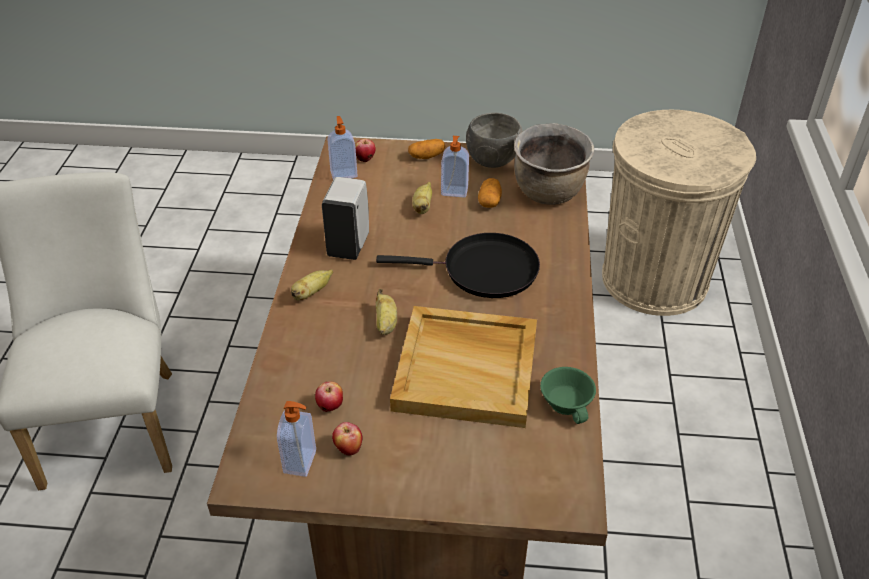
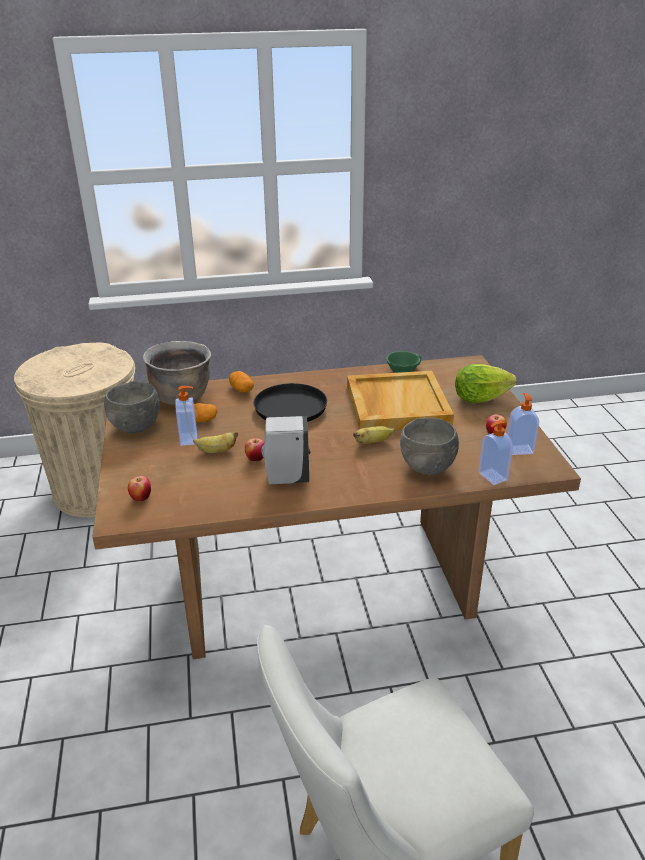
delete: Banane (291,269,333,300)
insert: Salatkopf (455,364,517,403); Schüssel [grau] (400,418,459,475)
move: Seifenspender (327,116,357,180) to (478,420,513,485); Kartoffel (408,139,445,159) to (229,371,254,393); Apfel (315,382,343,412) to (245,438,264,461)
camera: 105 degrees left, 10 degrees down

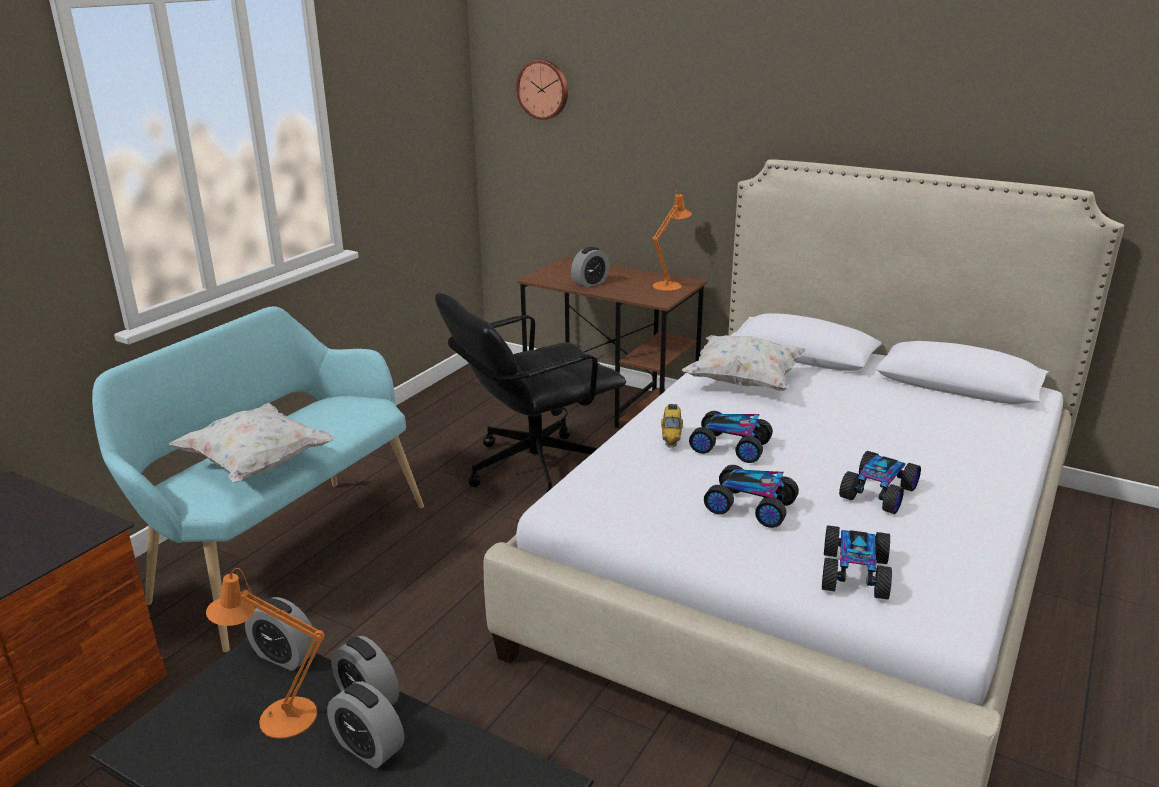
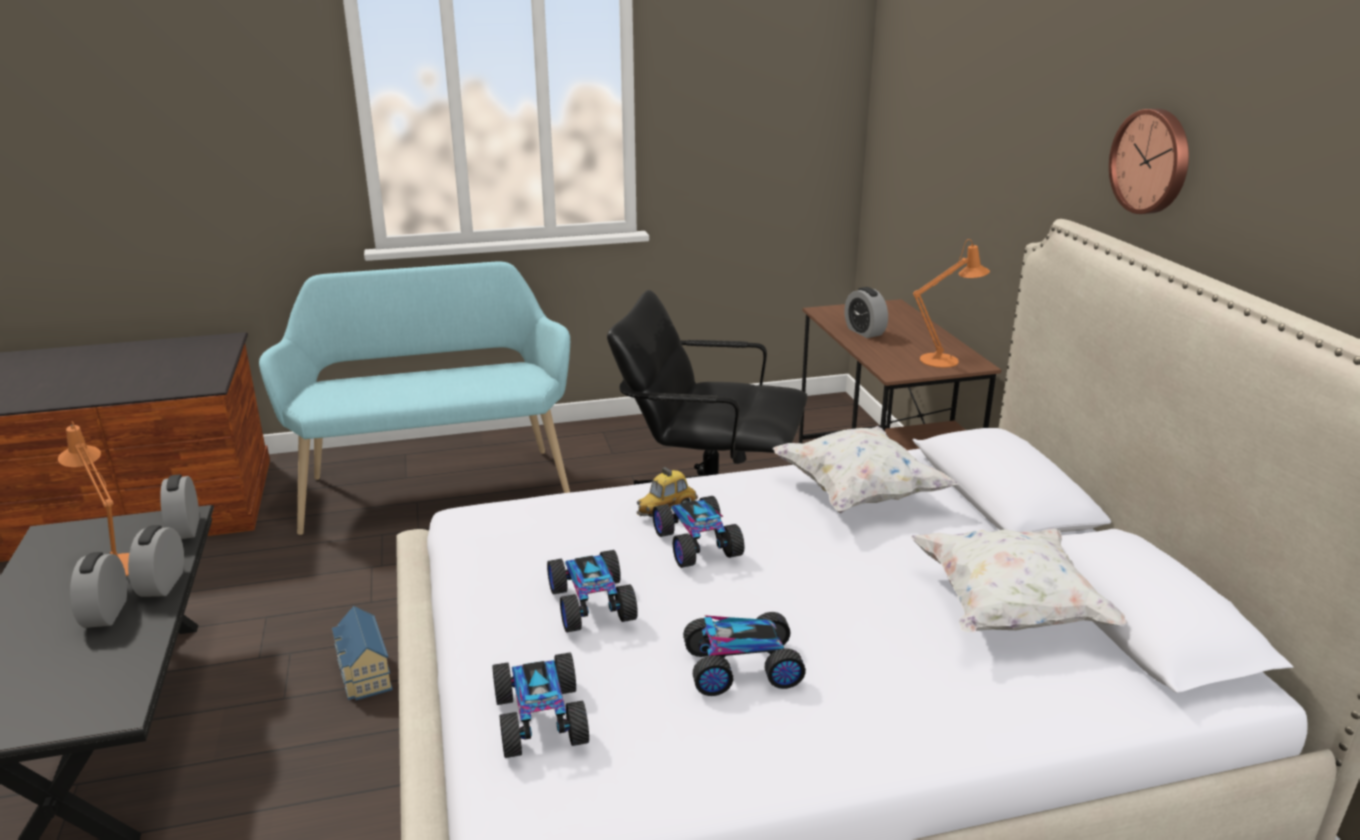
insert: Spielzeughaus (331,606,393,700)
move: Wanduhr (516,60,568,120) to (1109,109,1189,214); Kissen [weiß] (168,403,334,482) to (911,528,1127,633)
rotate: Wecker (571,247,609,288) = (844,287,888,338) 60 degrees clockwise; Spielzeugauto (822,525,892,600) = (492,653,589,758) 75 degrees counterclockwise
camera: 45 degrees right, 0 degrees up

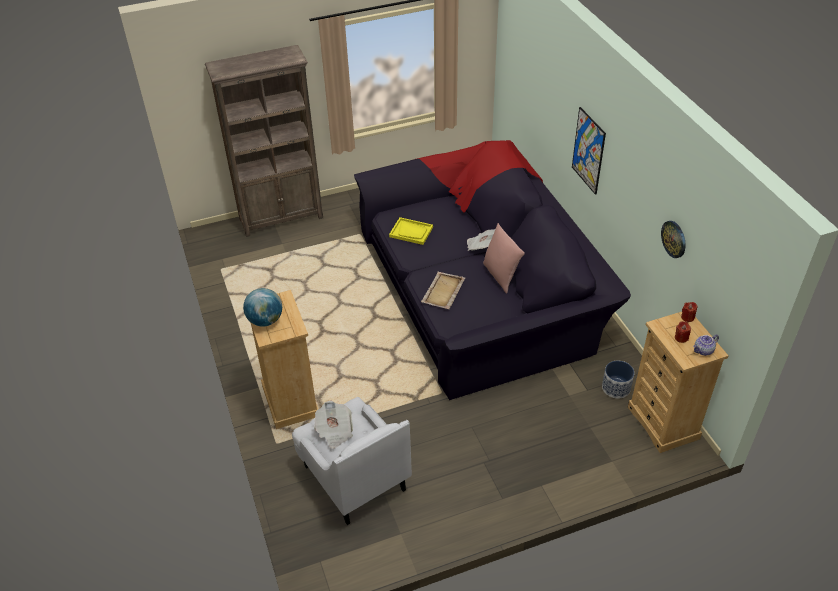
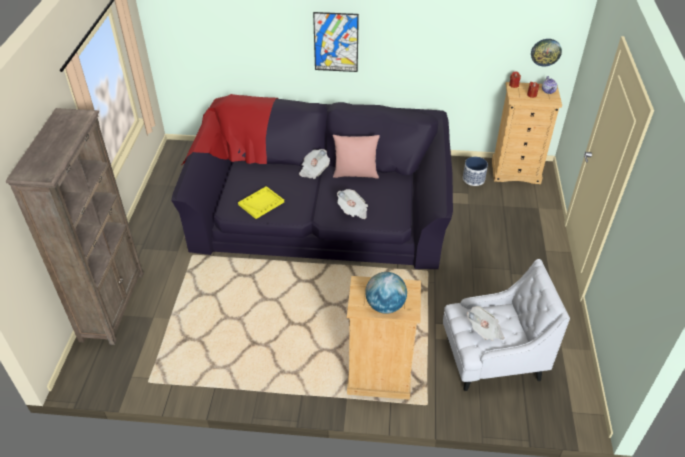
move: Wanduhr (661,221,685,258) to (531,39,562,66)
replace: Tablett [beige] (421,271,465,309) to Zeitung (337,189,368,219)
camera: 65 degrees left, 0 degrees up

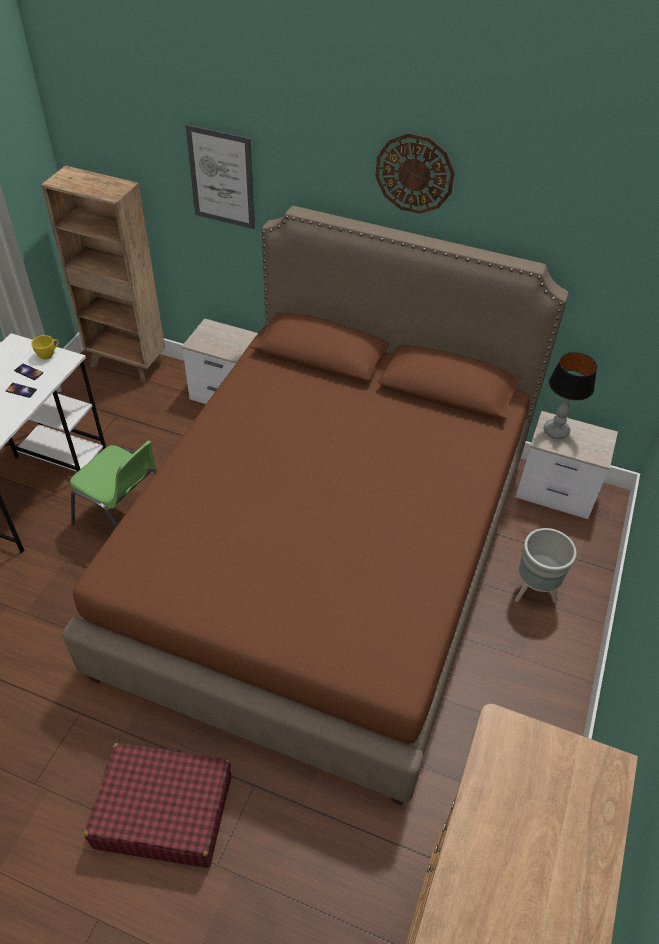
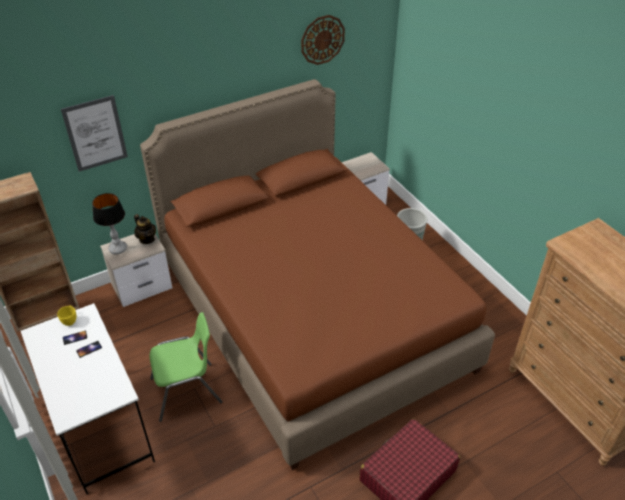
insert: Teekanne (134,214,156,244)
move: Wanduhr (375,133,455,214) to (301,15,345,65); Tischlampe (544,352,597,439) to (92,193,127,254)
camera: 50 degrees left, 5 degrees down

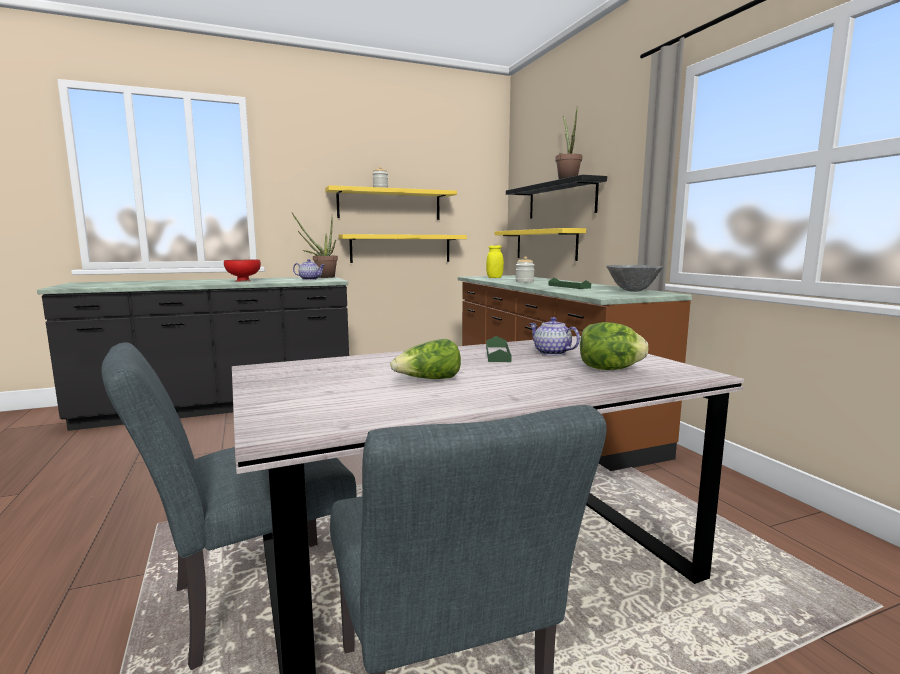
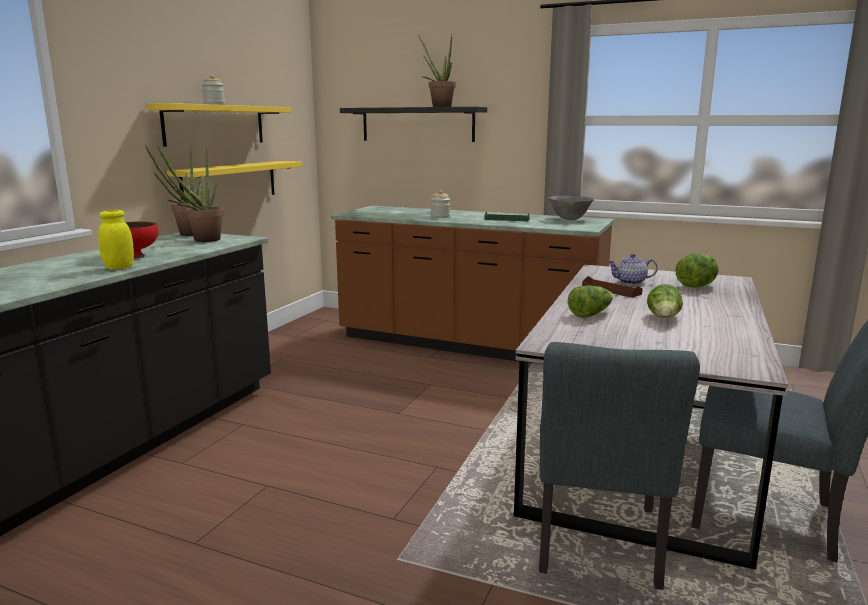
delete: Wandregal [gelb] (494,228,586,261)
insert: Salatkopf (568,285,613,318)
move: Vorratsglas [gelb] (486,245,504,278) to (98,210,134,270)
replace: Teekanne (293,259,325,280) to Topfpflanze (157,146,224,242)
recolor: Tablett [grün] (486,336,511,362) to Tablett [braun] (582,276,642,298)
camera: 45 degrees left, 5 degrees up

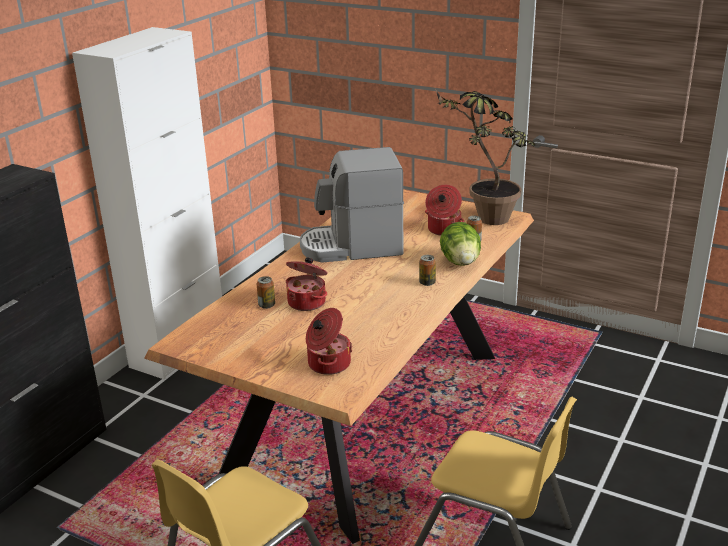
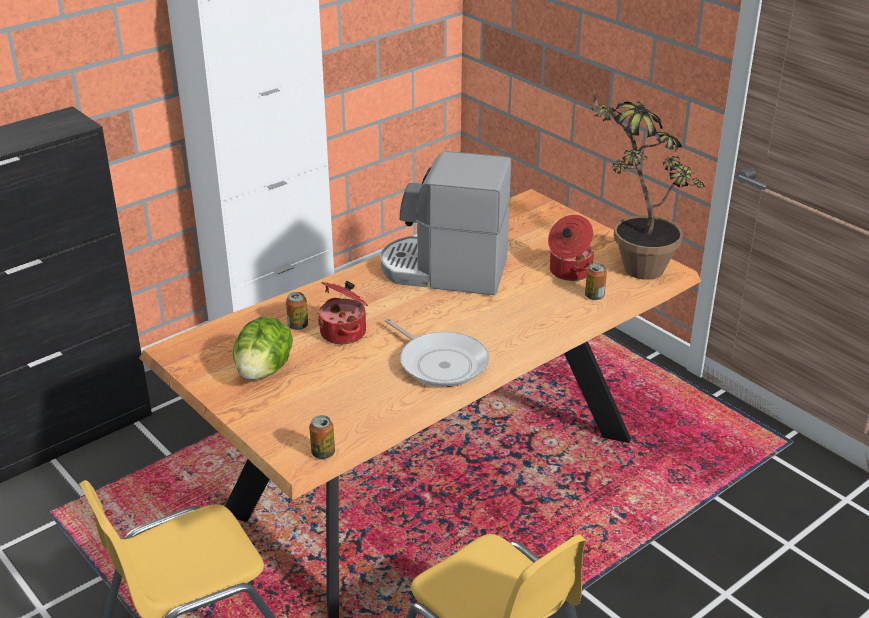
delete: Kochtopf (306,308,352,375)
insert: Pfanne (384,318,489,387)
move: Salatkopf (440,222,481,266) to (233,317,293,380); Dose (419,255,436,286) to (309,415,335,459)
camera: 20 degrees right, 5 degrees up

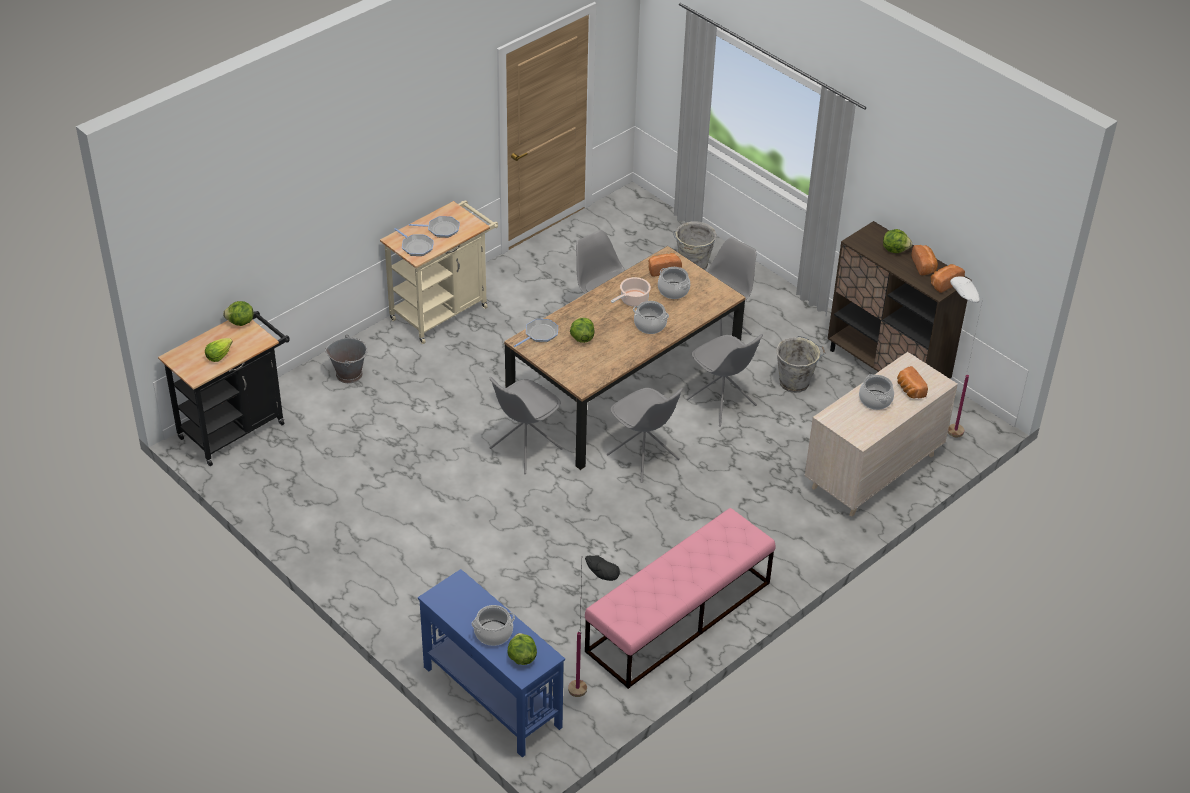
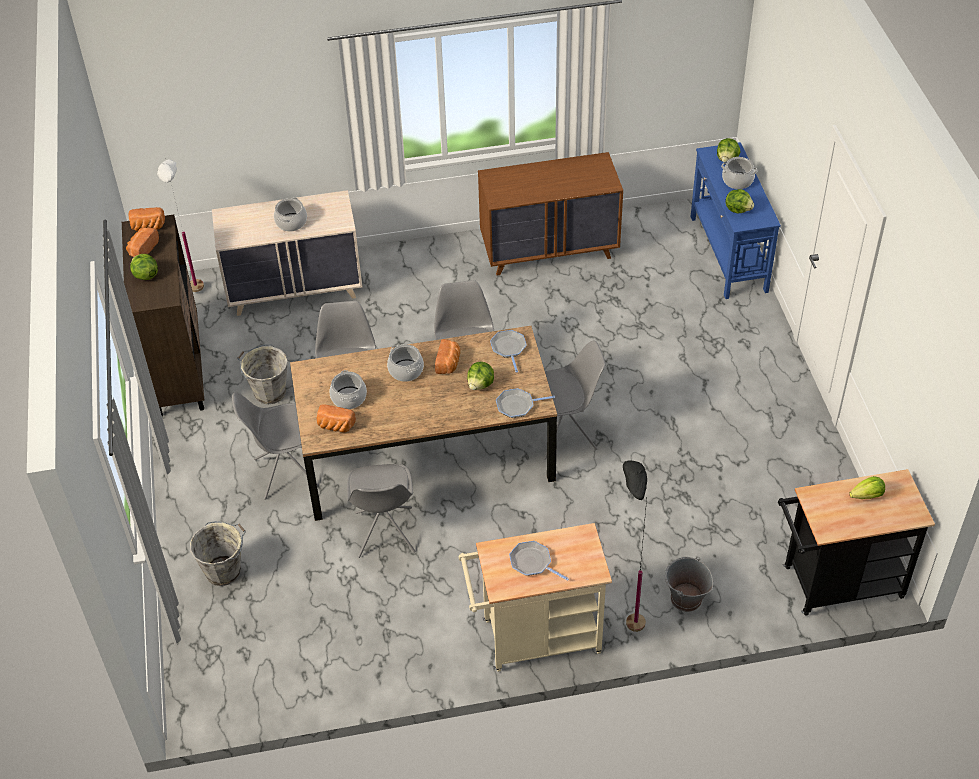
delete: Kochtopf (611,277,651,307)
move: Pfanne (394,228,434,256) to (490,330,527,373); Salatkopf (223,301,253,326) to (726,189,754,213); Brot (897,366,928,399) to (435,339,460,374); Stehlampe [schwarz] (568,556,620,697) to (623,460,647,632)
replace: Bank [rosa] (585,508,775,689) to Kommode [braun] (478,152,623,275)
camera: 145 degrees left, 5 degrees up

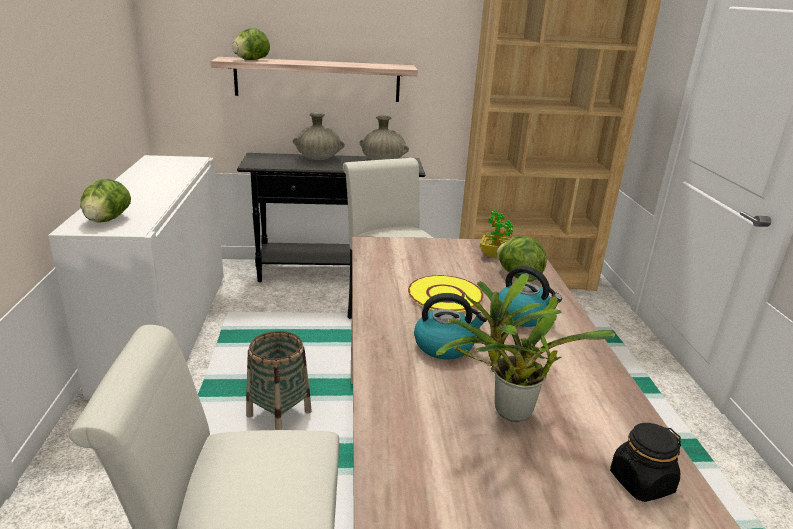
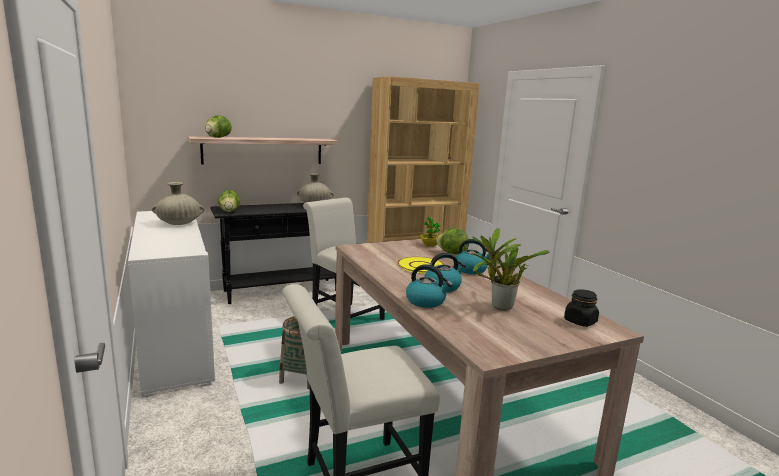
insert: Wasserkessel (406,264,453,308)
move: Vase [beige] (293,112,345,160) to (152,182,205,225); Salatkopf (80,179,131,223) to (218,190,240,212)
camera: 20 degrees left, 10 degrees down

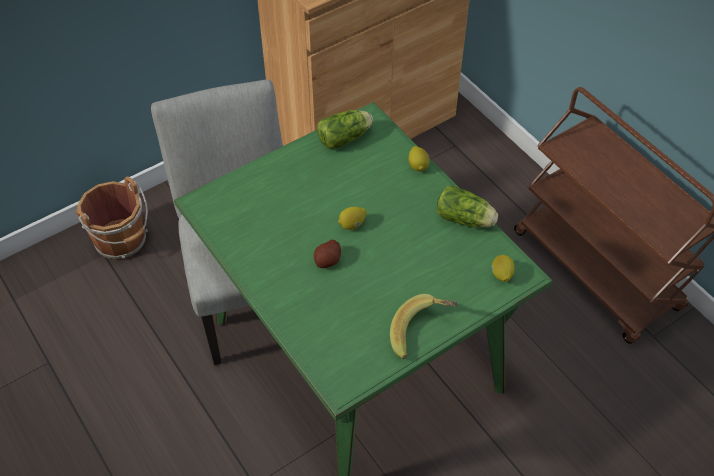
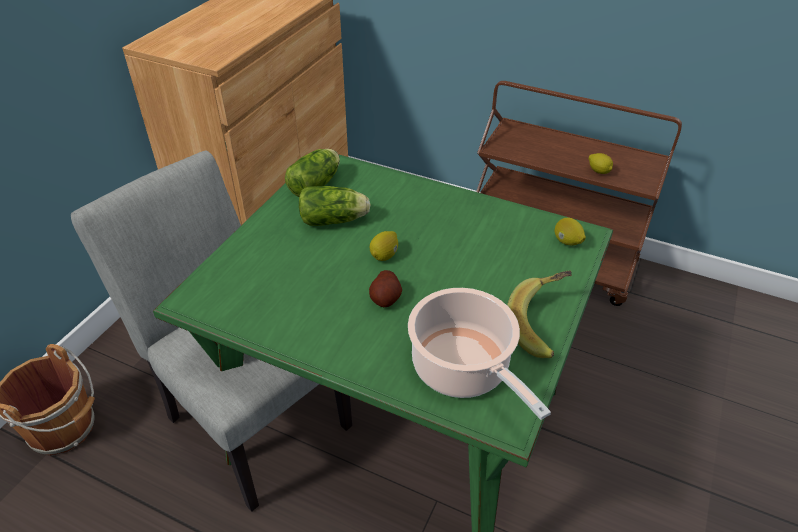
insert: Kochtopf (408,288,551,420)
move: Zitrone (408,146,429,171) to (589,153,613,174); Salatkopf (437,186,498,228) to (299,186,371,226)
camera: 30 degrees left, 10 degrees down

